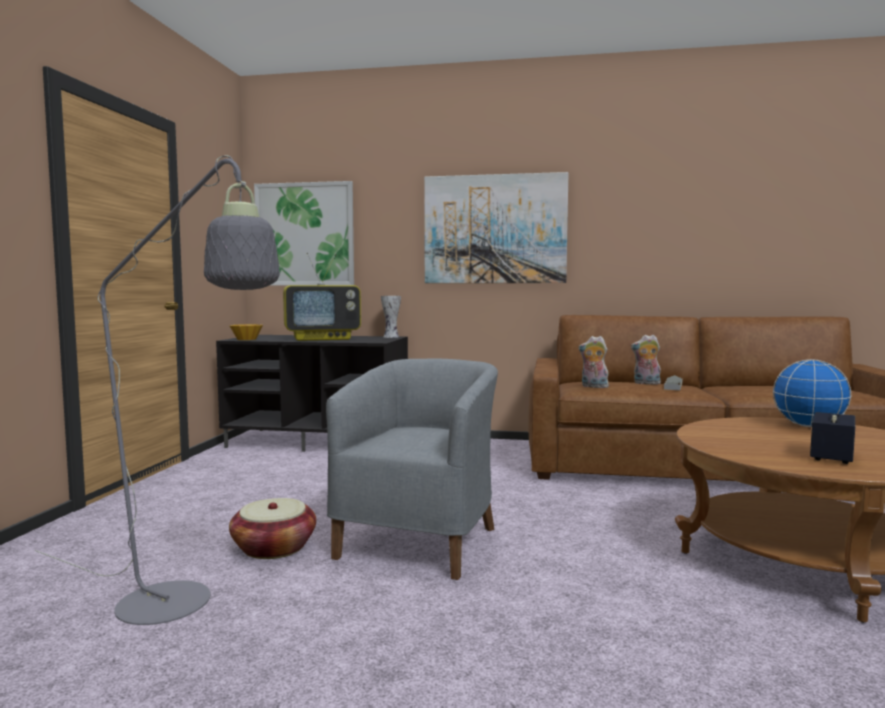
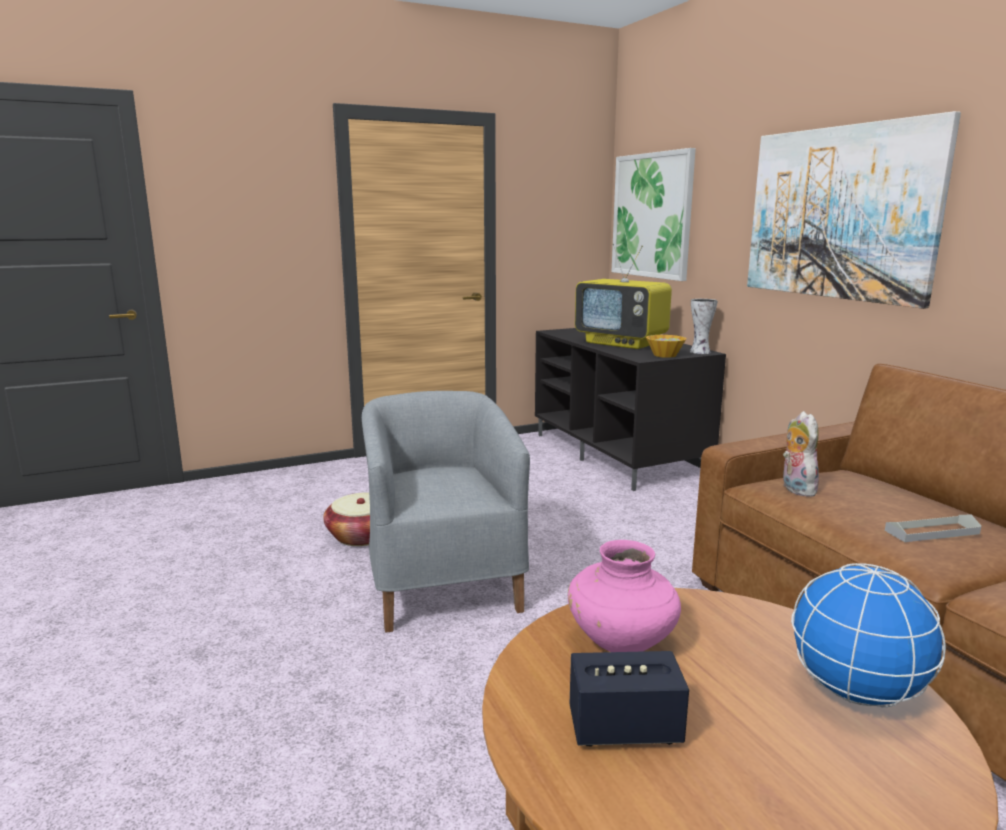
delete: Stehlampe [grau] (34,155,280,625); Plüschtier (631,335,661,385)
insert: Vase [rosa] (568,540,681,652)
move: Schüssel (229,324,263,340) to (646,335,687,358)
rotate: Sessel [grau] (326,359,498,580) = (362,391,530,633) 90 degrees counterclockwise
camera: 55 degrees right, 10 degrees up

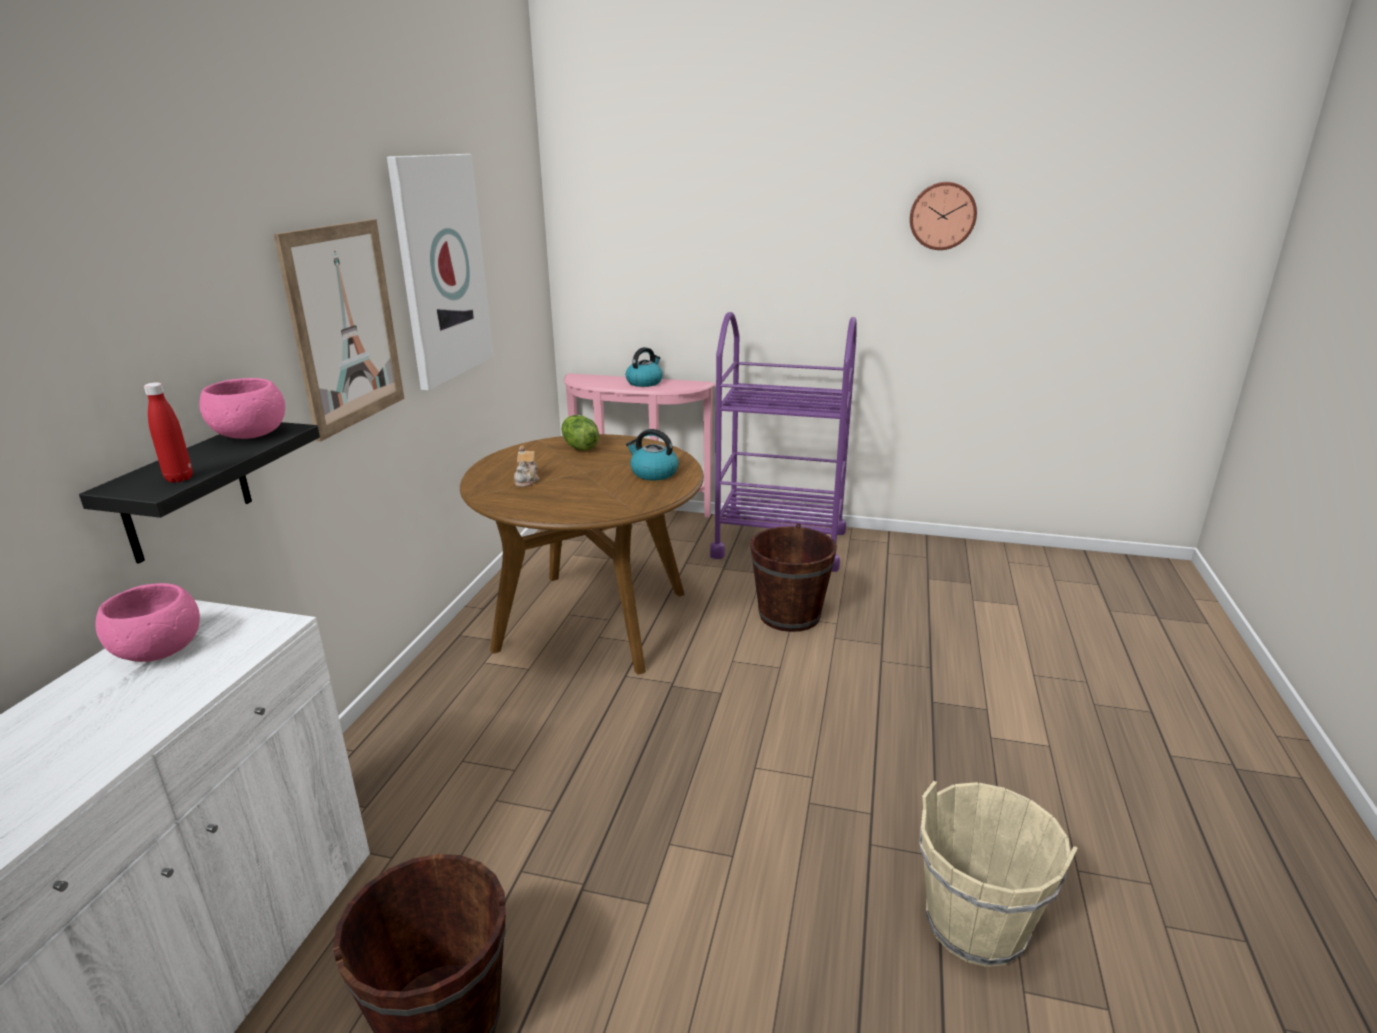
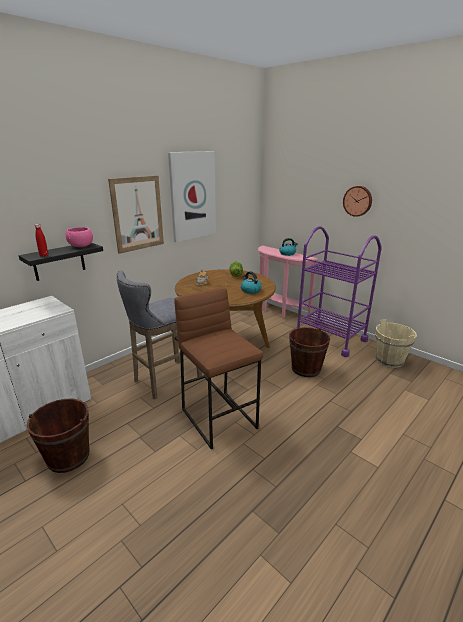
delete: Schüssel [rosa] (95,583,200,662)
insert: Hocker [grau] (117,270,202,399); Hocker [braun] (174,287,263,449)
move: Wanduhr (910,182,977,250) to (343,186,372,217); Eimer [beige] (919,781,1078,967) to (375,319,417,368)
camera: 30 degrees right, 0 degrees up

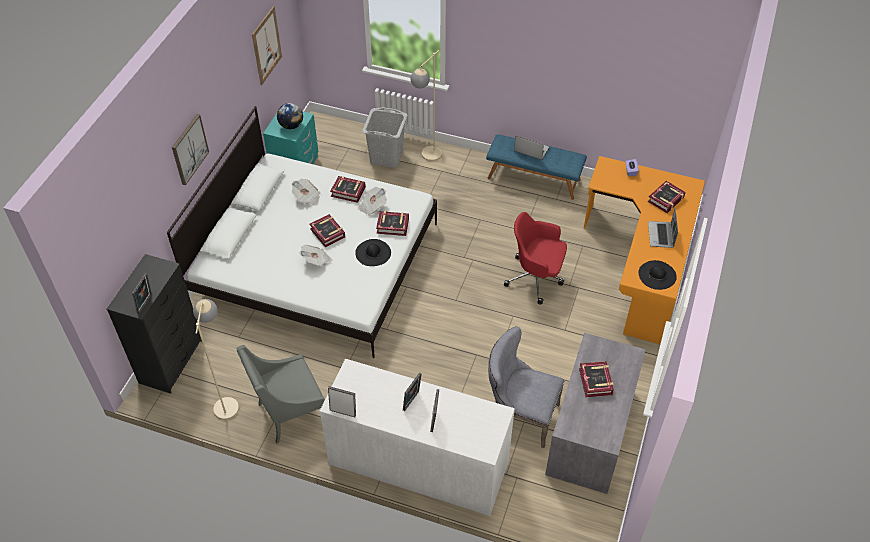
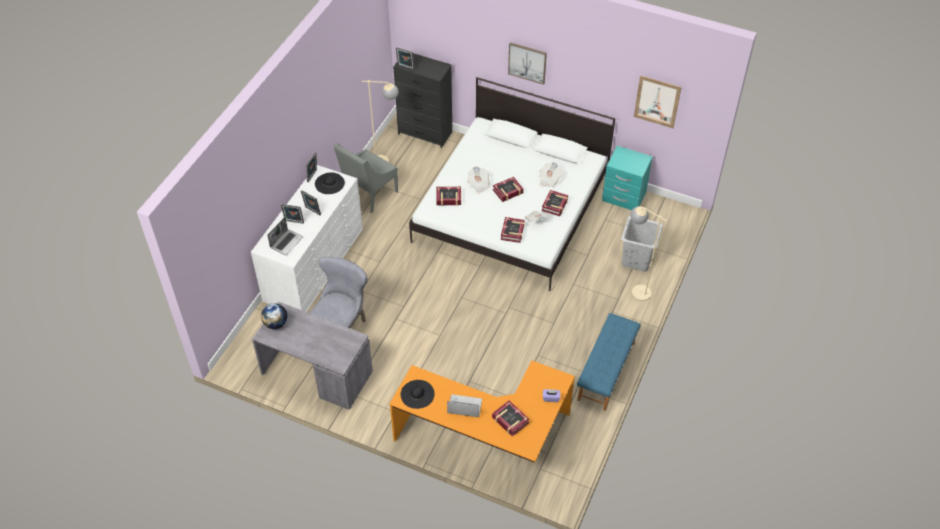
delete: Bürostuhl [rot] (504,212,567,305)
move: Globus (277,103,303,129) to (261,303,288,329); Laptop (514,136,549,160) to (267,217,303,255); Hut [schwarz] (355,239,391,266) to (315,172,345,194); Buch (579,361,614,397) to (436,187,461,206)
rotate: Sessel [grau] (236,345,325,444) = (334,143,398,213) 120 degrees counterclockwise
camera: 95 degrees right, 0 degrees up

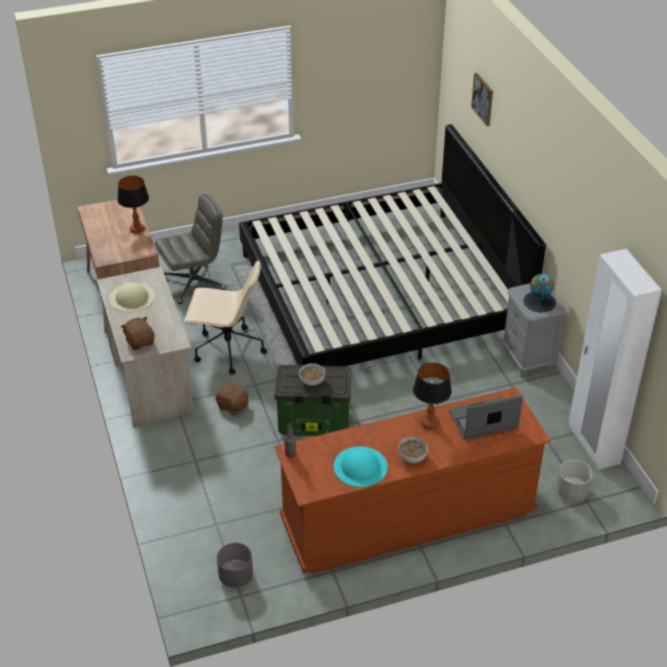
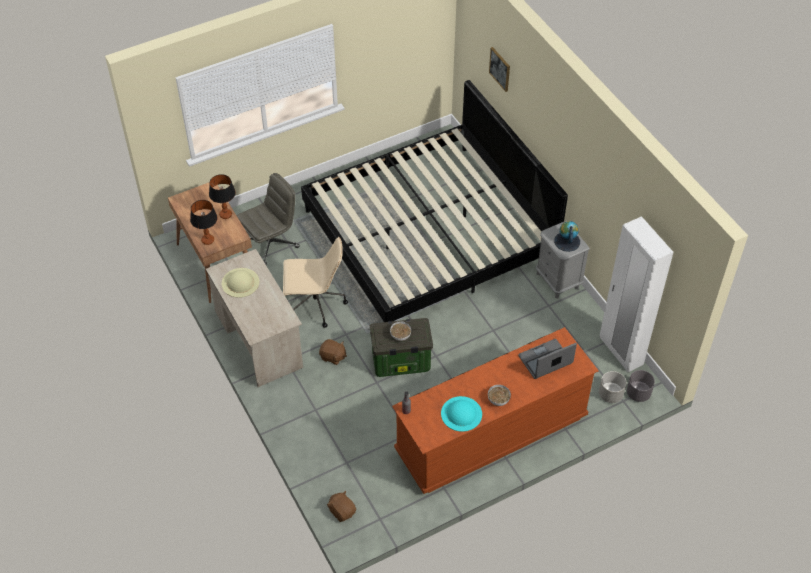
move: Plüschtier [braun] (121,317,154,350) to (327,491,356,522); Tischlampe (413,363,452,429) to (190,200,217,245); Pflanzkübel [grau] (217,543,253,588) to (627,370,655,402)
camera: 10 degrees left, 10 degrees up

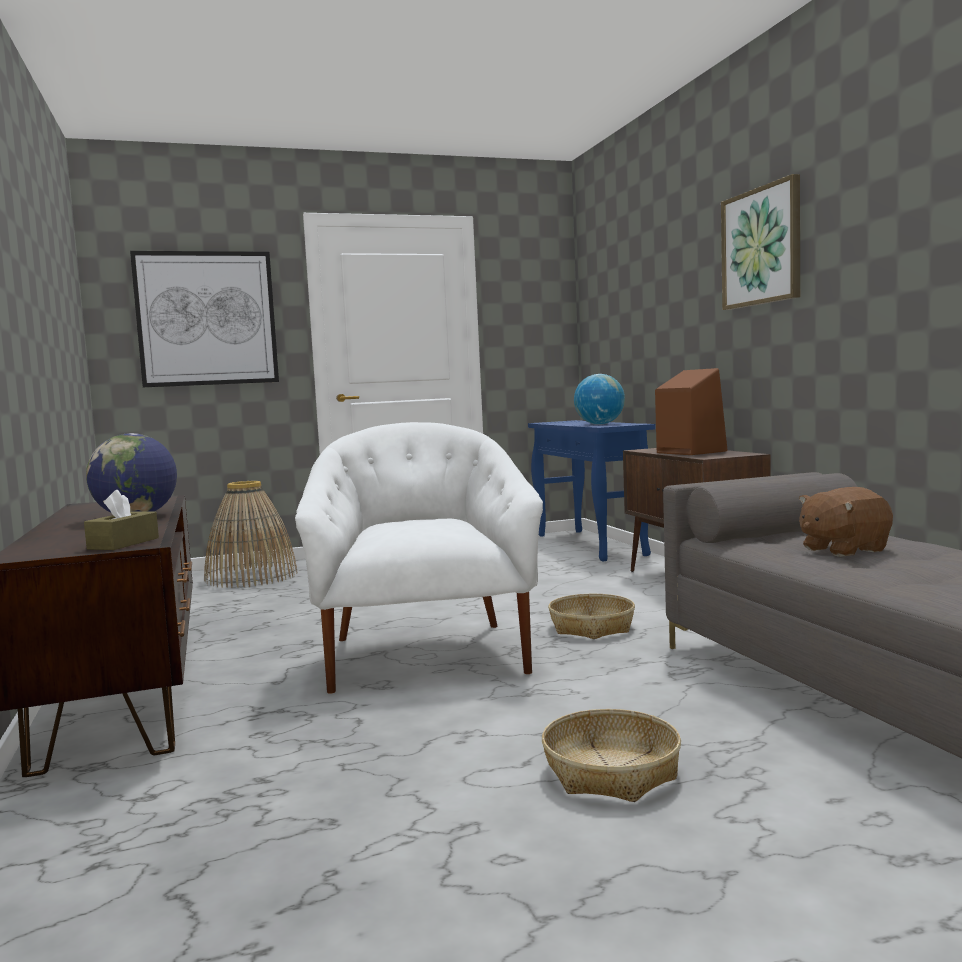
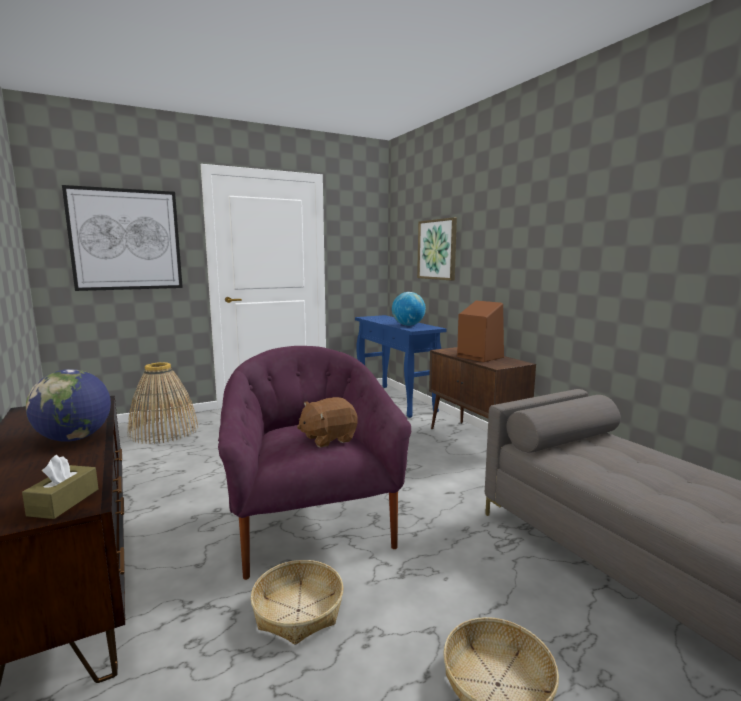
move: Bild (721,174,800,310) to (417,217,457,280); Plüschtier [braun] (799,487,893,557) to (297,397,358,447); Korb (548,594,635,639) to (251,560,344,645)
recolor: Sessel [weiß] (295,422,543,694) to Sessel [lila] (218,346,411,580)
camera: 10 degrees left, 5 degrees up

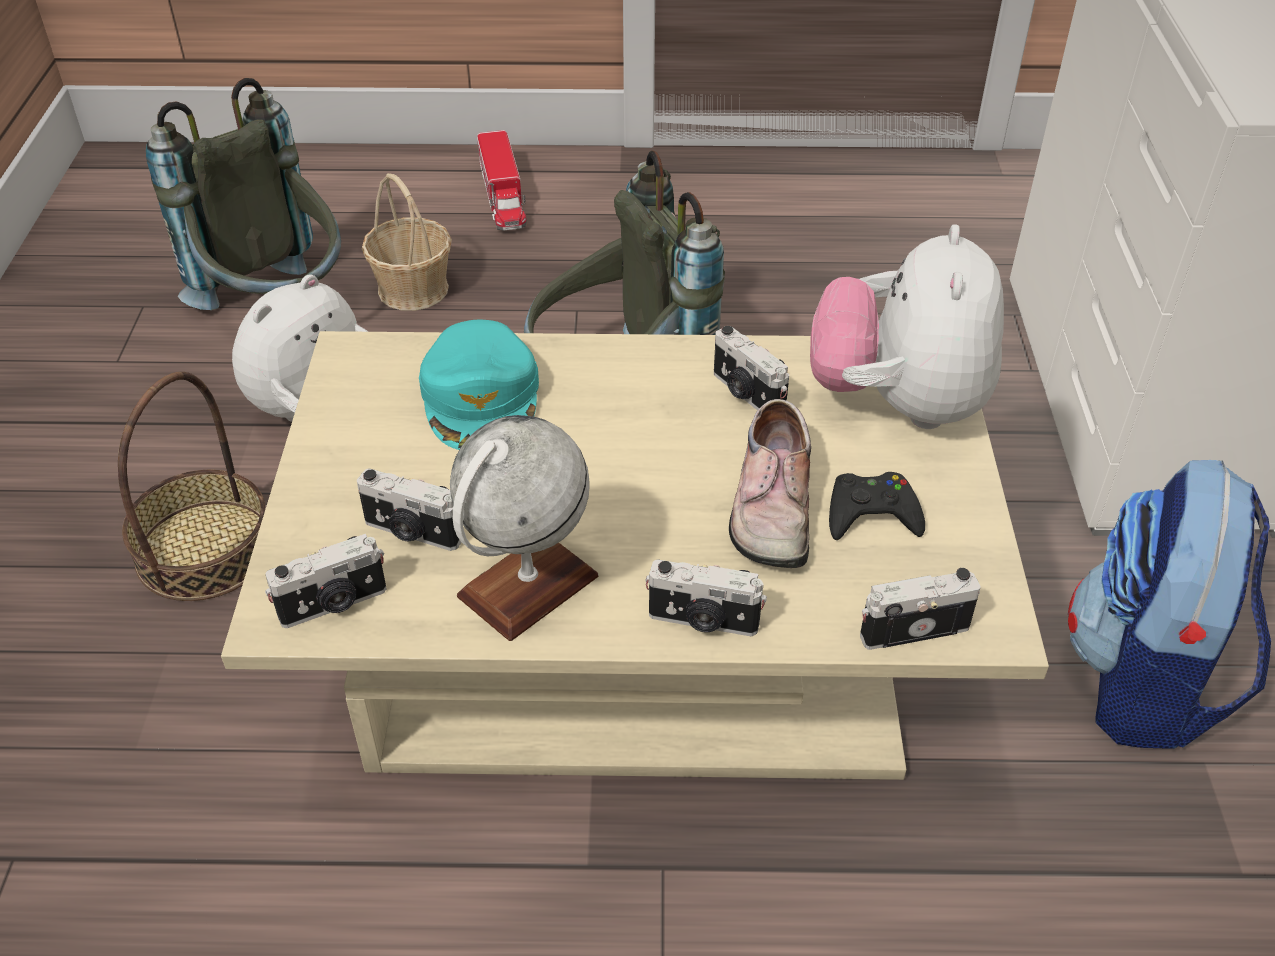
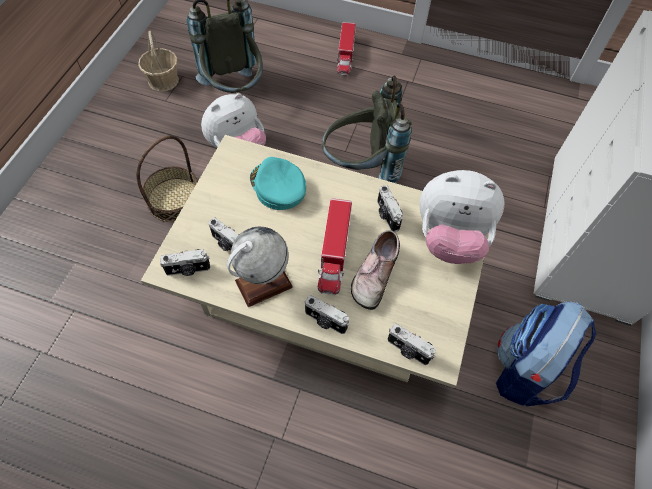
delete: Gamepad [schwarz] (829,472,925,540)
insert: Spielzeuglaster (318,198,352,295)
move: Korb (362,173,452,311) to (138,30,179,92)
rotate: Plüschtier (810,224,1004,429) = (420,170,504,264) 105 degrees counterclockwise; Kappe [türkis] (419,320,539,450) = (250,157,306,210) 135 degrees clockwise; Kamera (860,568,981,650) = (387,324,436,365) 150 degrees counterclockwise
camera: 15 degrees right, 15 degrees up

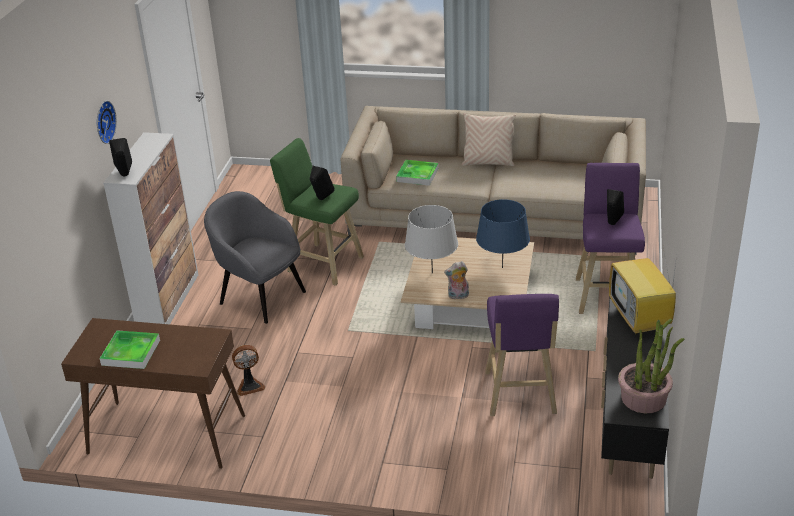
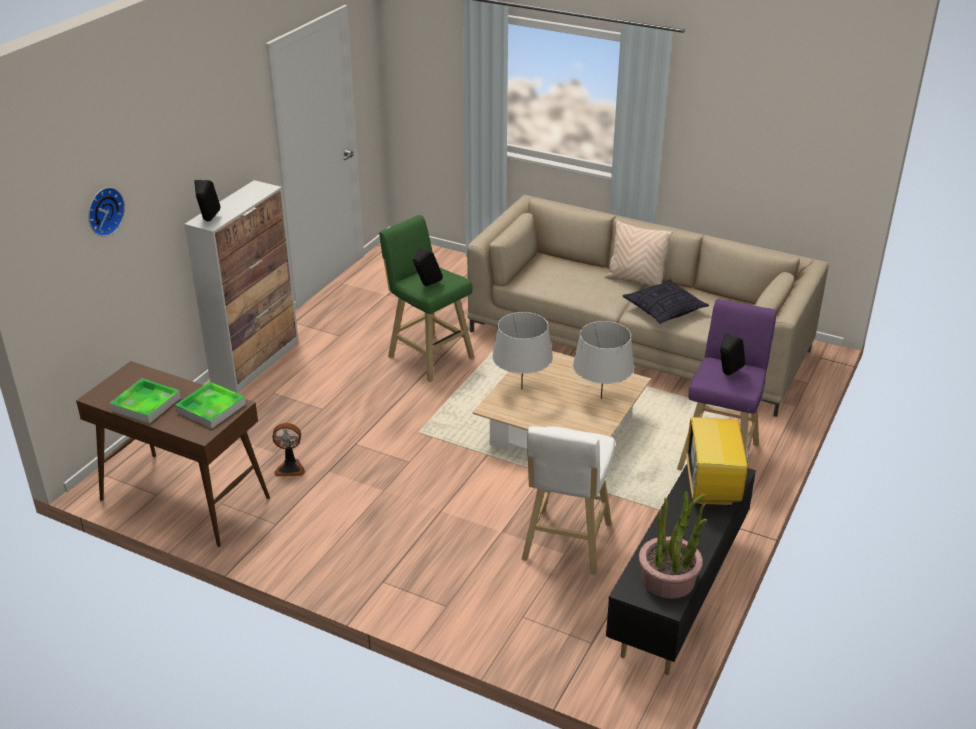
delete: Sessel [grau] (204,191,306,324); Plüschtier (444,261,469,300)
insert: Kissen (622,280,709,324)
move: Wanduhr (97,101,117,144) to (88,187,125,237); Tablett (396,160,438,186) to (175,382,246,429)
recolor: Tischlampe [blau] (476,199,530,268) to Tischlampe [grau] (573,321,634,399); Hocker [lila] (485,294,559,416) to Hocker [weiß] (522,426,615,575)
camera: 15 degrees right, 0 degrees up

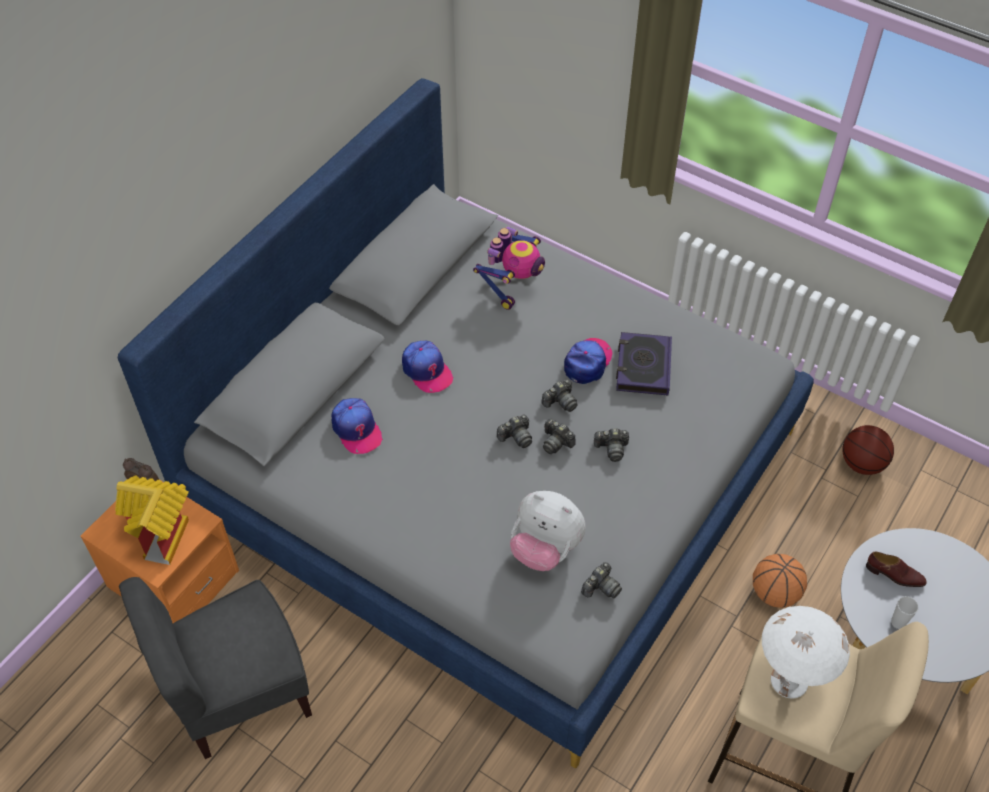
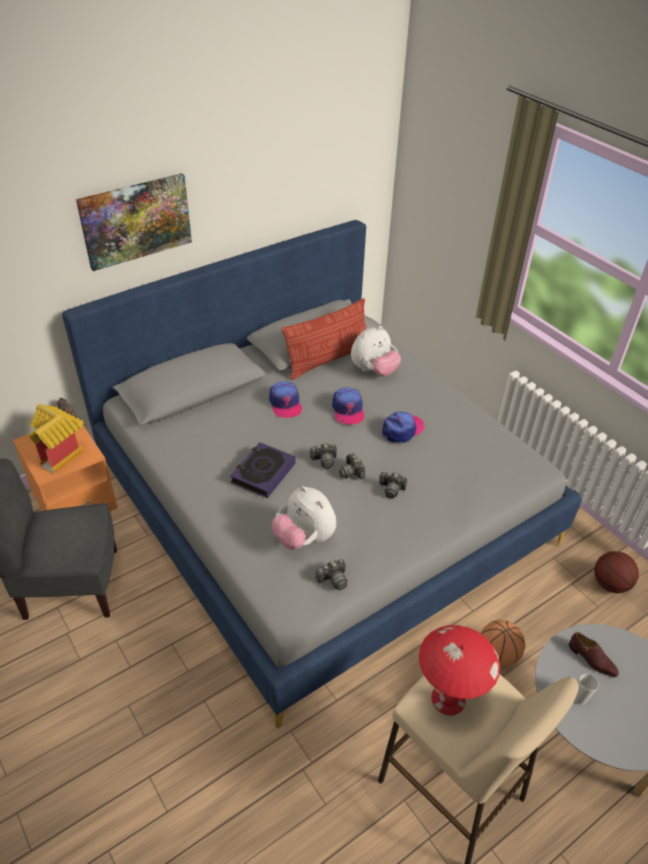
delete: Kamera (542,379,578,412)
insert: Bild (76,173,192,271); Kissen (281,298,366,380)
move: Buch (616,332,672,395) to (230,442,296,498); Kappe (331,398,383,454) to (332,387,364,424)
replace: Spielzeugroboter (473,226,545,310) to Plüschtier (351,326,401,377)
recolor: Tischlampe [weiß] (762,606,850,699) to Tischlampe [rot] (419,625,500,715)
camera: 20 degrees right, 10 degrees down

